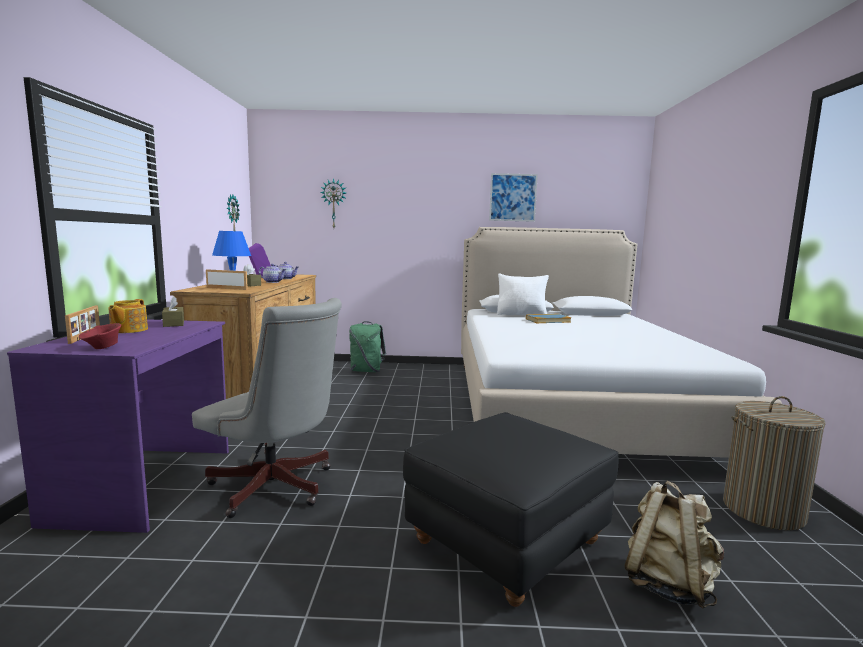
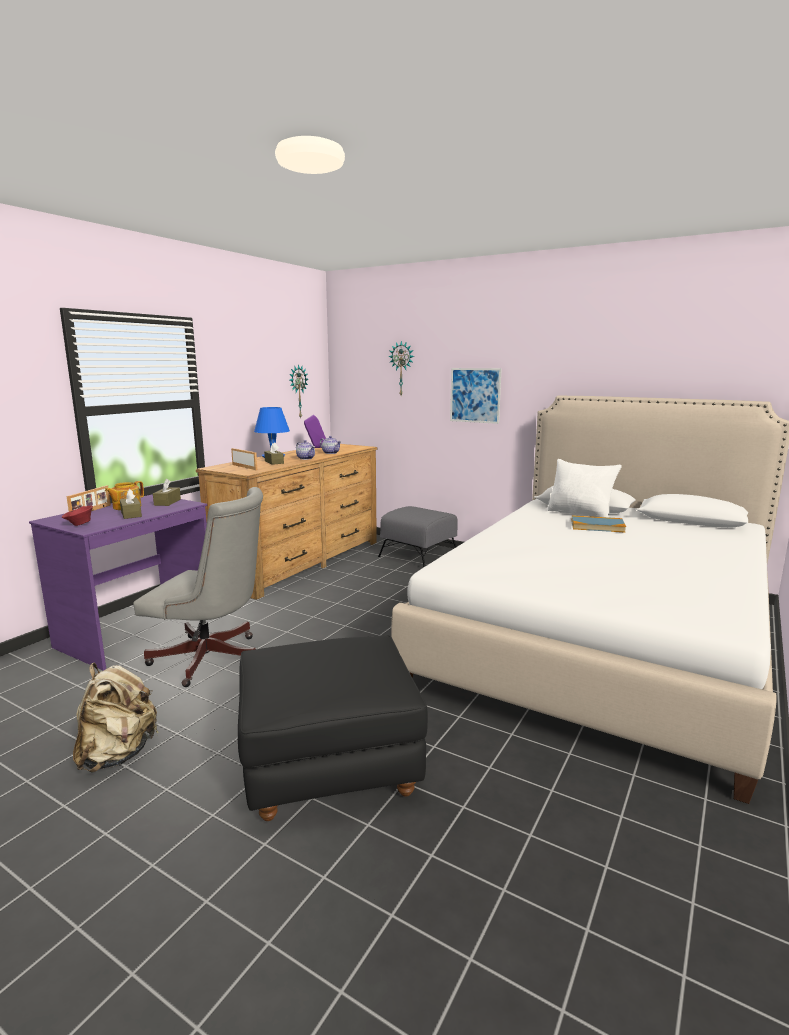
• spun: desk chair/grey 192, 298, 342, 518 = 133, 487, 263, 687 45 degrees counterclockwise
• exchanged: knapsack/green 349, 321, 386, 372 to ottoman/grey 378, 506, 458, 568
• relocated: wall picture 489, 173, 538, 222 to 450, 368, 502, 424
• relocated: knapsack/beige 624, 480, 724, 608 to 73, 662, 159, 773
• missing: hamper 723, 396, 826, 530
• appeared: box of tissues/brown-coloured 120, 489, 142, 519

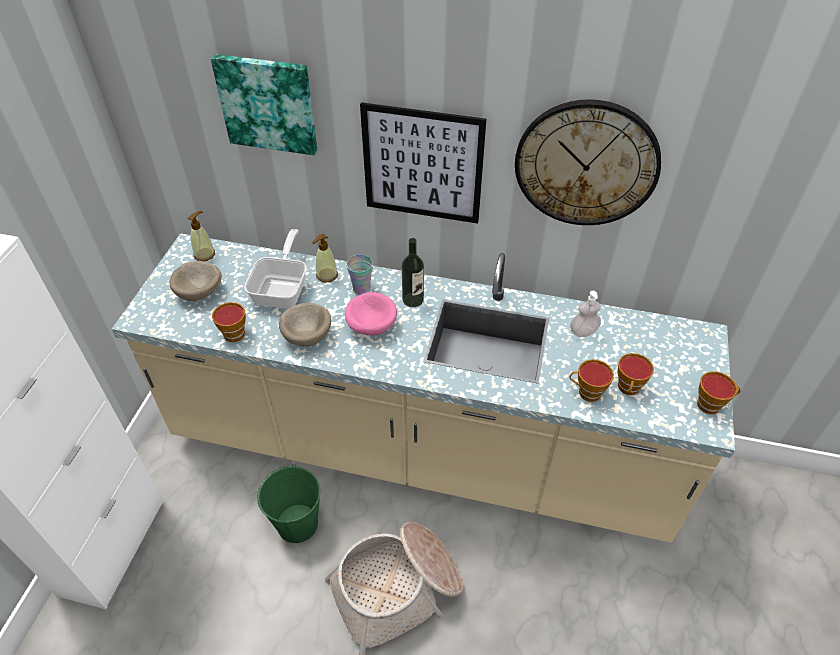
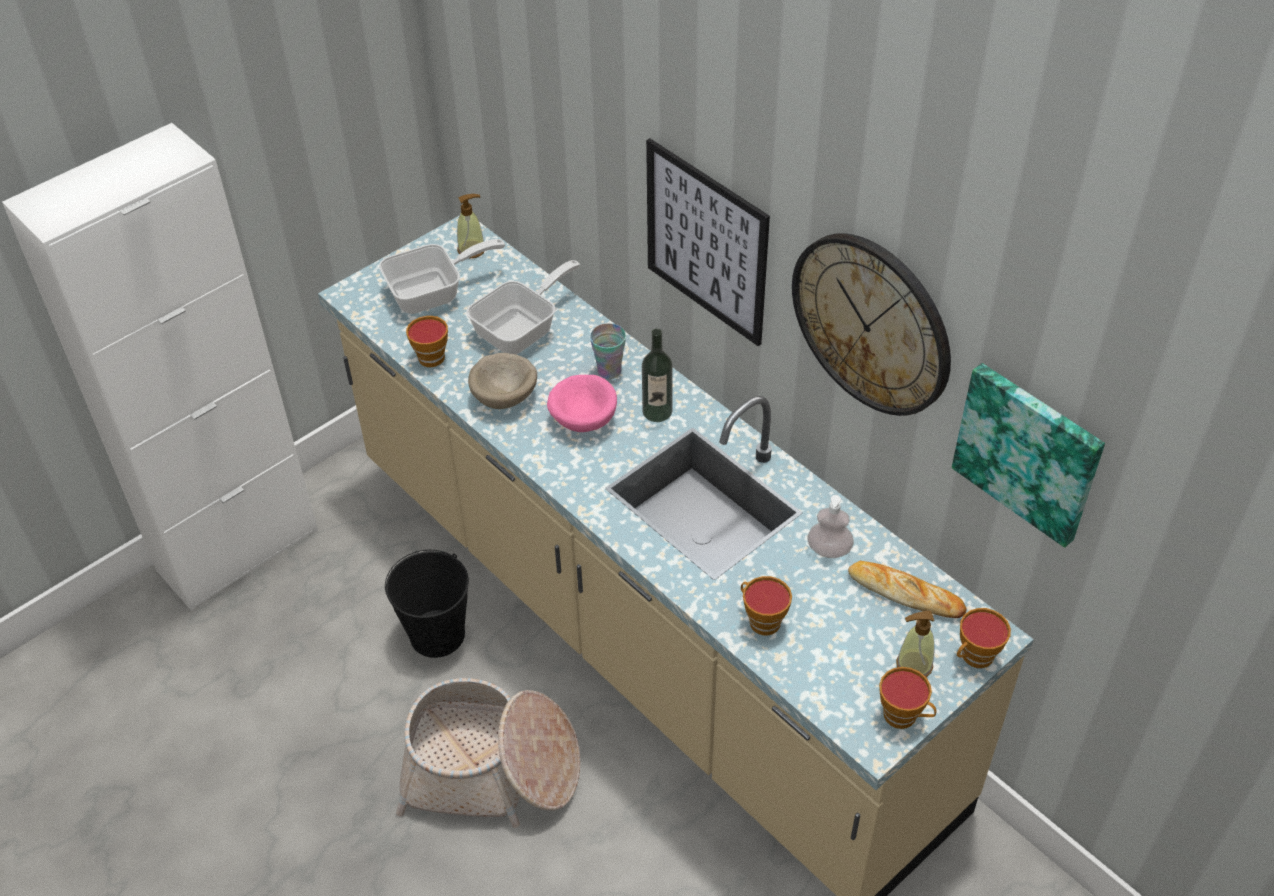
• exchanged: deep dish/beige 170, 261, 222, 301 to pan 379, 239, 505, 314
• relocated: wall picture 211, 54, 317, 155 to 952, 363, 1105, 548
• colour: bucket/green 257, 464, 320, 543 to bucket/blackish 385, 550, 469, 658
• relocated: soap bottle 312, 234, 338, 283 to 896, 611, 934, 677
• relocated: cup 618, 353, 654, 395 to 957, 608, 1011, 668
• appeared: bakery bread 848, 561, 967, 618

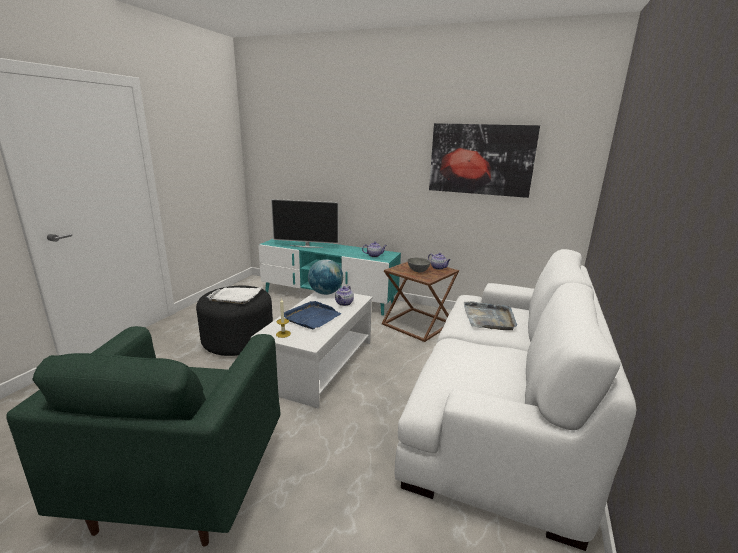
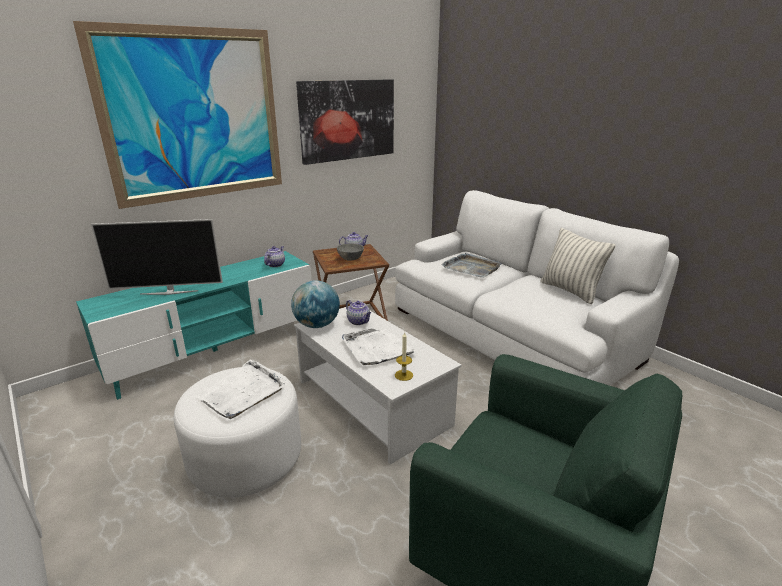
• colour: ottoman/blackish 196, 286, 273, 356 to ottoman/white 174, 367, 301, 498
• spun: TV 271, 199, 339, 248 = 91, 219, 223, 295 45 degrees clockwise
• colour: serving tray/blue 284, 301, 342, 329 to serving tray/white 342, 329, 416, 365
• appeared: wall picture 73, 21, 282, 209
• appeared: cushion 541, 228, 615, 304

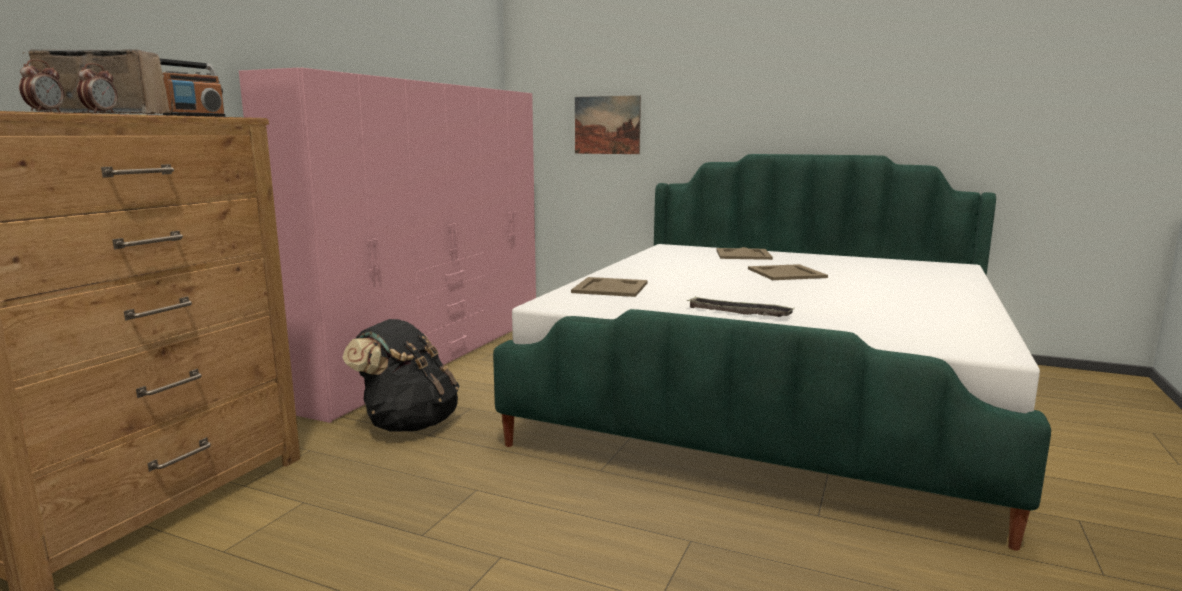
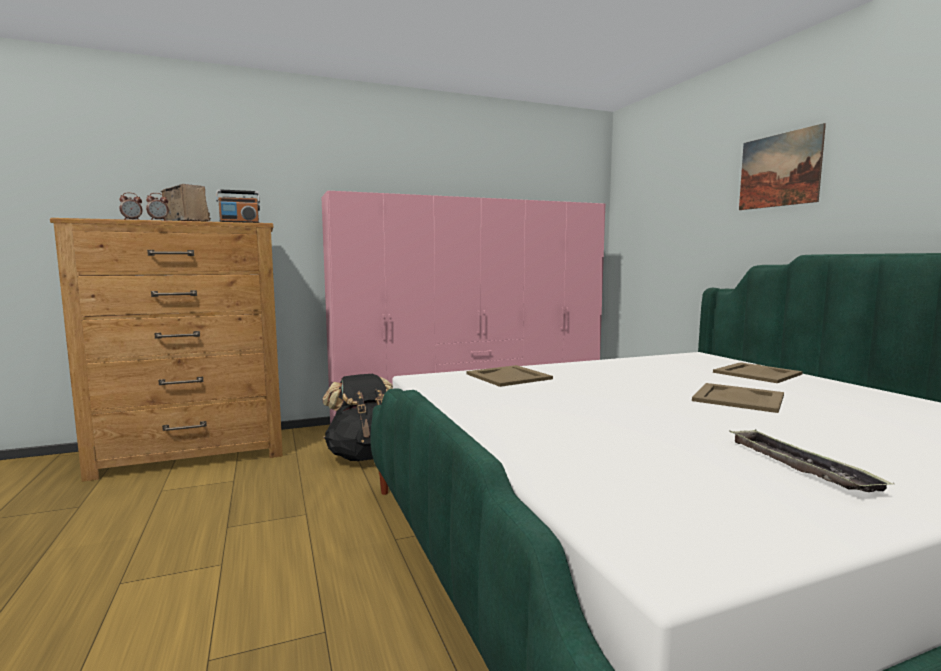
• relocated: wall picture 575, 95, 641, 154 to 739, 123, 826, 210
• relocated: serving tray 687, 297, 795, 317 to 729, 429, 894, 492

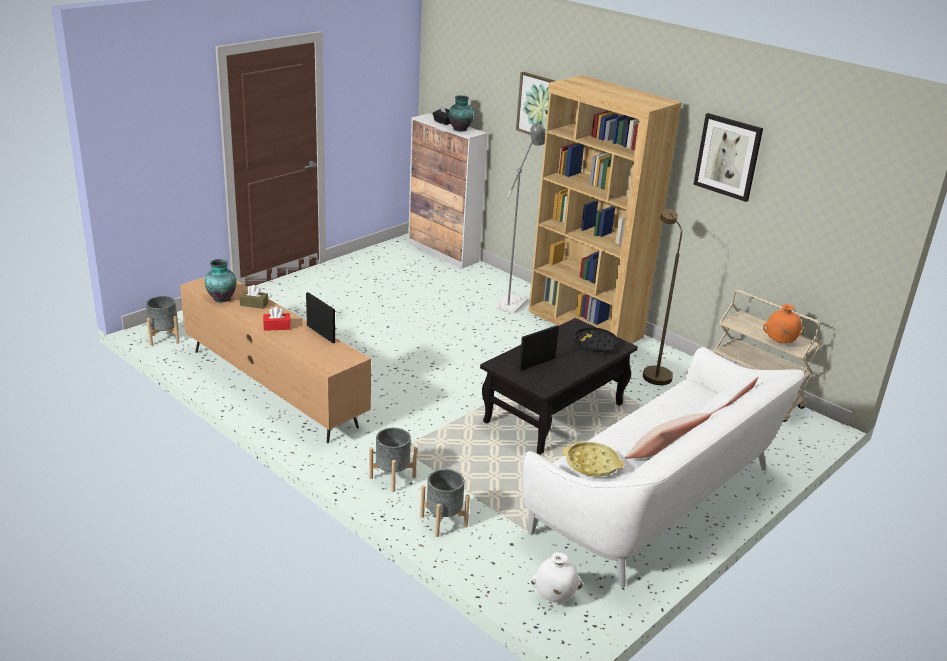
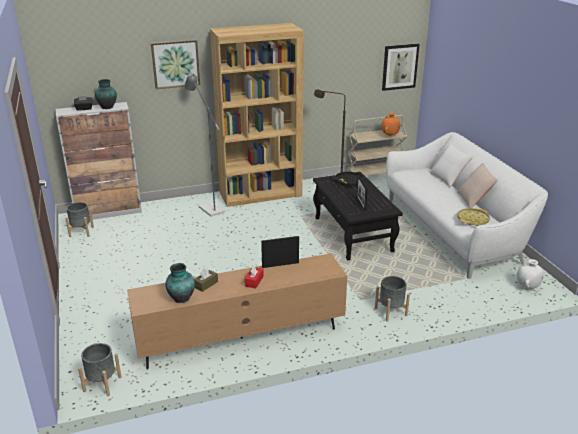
• relocated: planter/grey 420, 469, 470, 537 to 65, 202, 94, 237
• relocated: wall picture 693, 113, 763, 202 to 382, 44, 420, 91

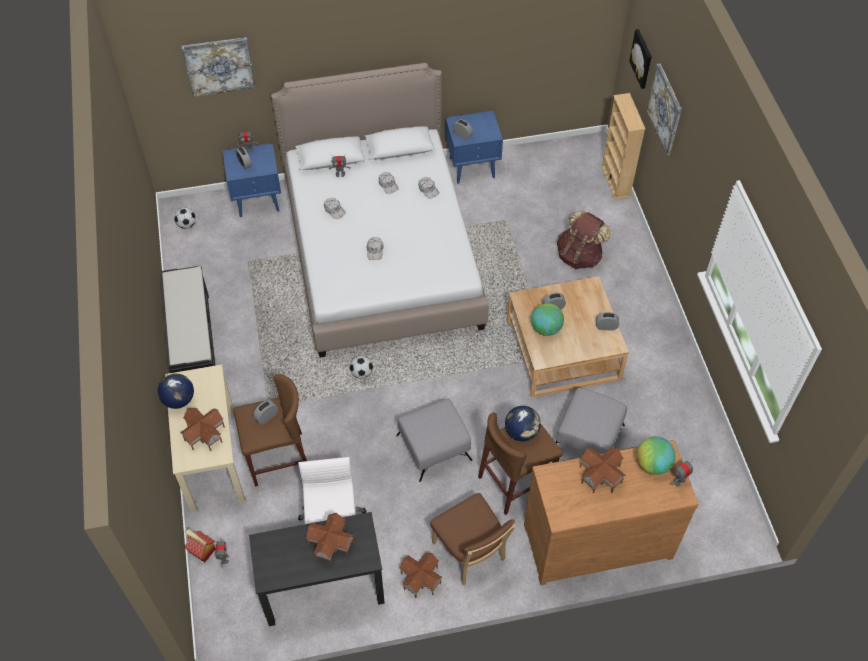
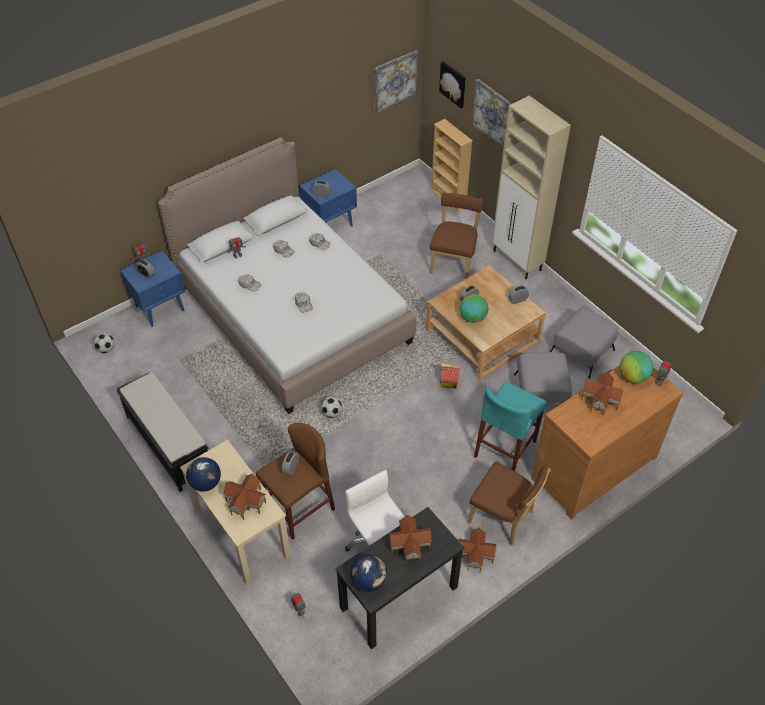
• relocated: wall picture 181, 37, 256, 97 to 374, 50, 418, 114
• relocated: model house 185, 529, 215, 562 to 440, 363, 460, 388
• relocated: ottoman/grey 396, 398, 472, 482 to 550, 307, 618, 379
• colour: stool/brown-coloured 478, 413, 562, 515 to stool/turquoise 474, 382, 547, 471
• relocated: globe 505, 406, 541, 441 to 350, 554, 387, 592
• exchanged: knapsack/brown-coloured 557, 210, 611, 269 to plain chair/brown-coloured 430, 193, 483, 279
• appeared: cabinet/beige 492, 96, 571, 279

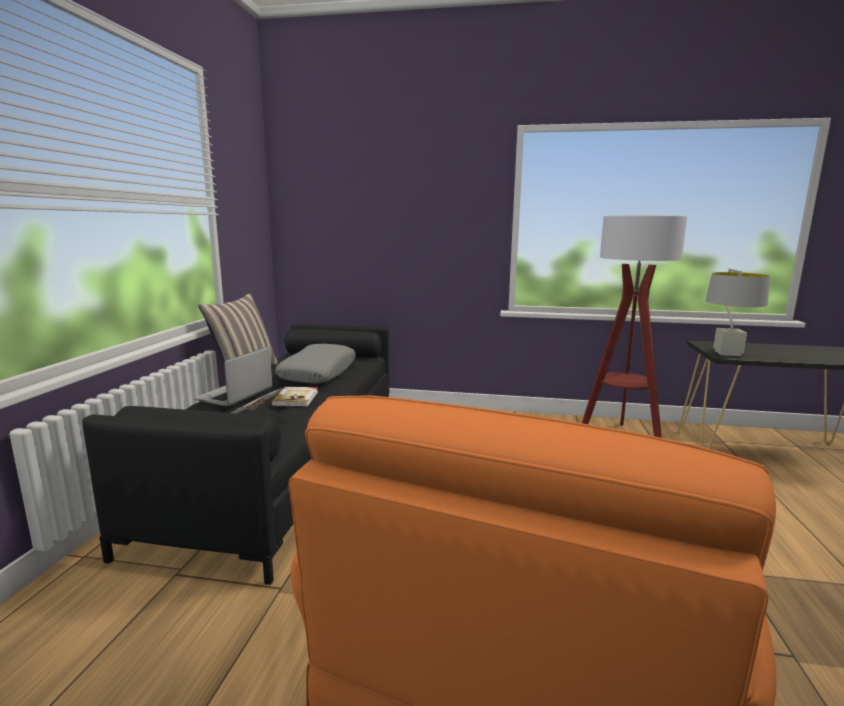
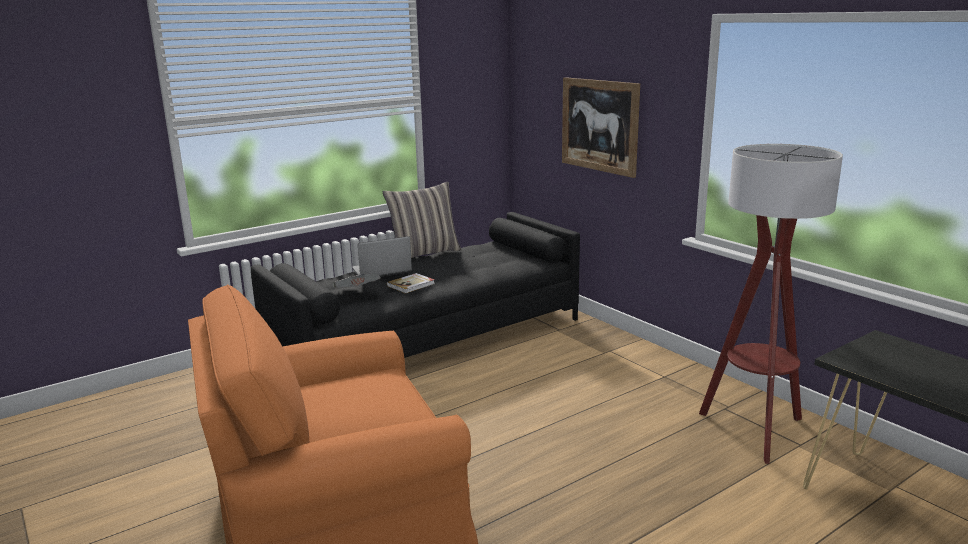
• missing: cushion/grey 275, 344, 356, 384
• missing: tabletop lamp/grey 706, 269, 770, 356
• appeared: wall picture 562, 77, 640, 178

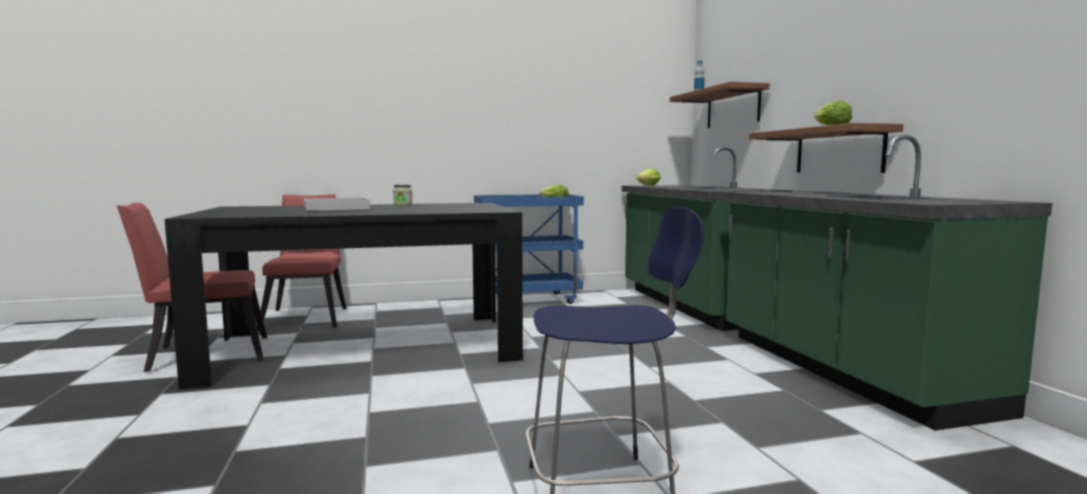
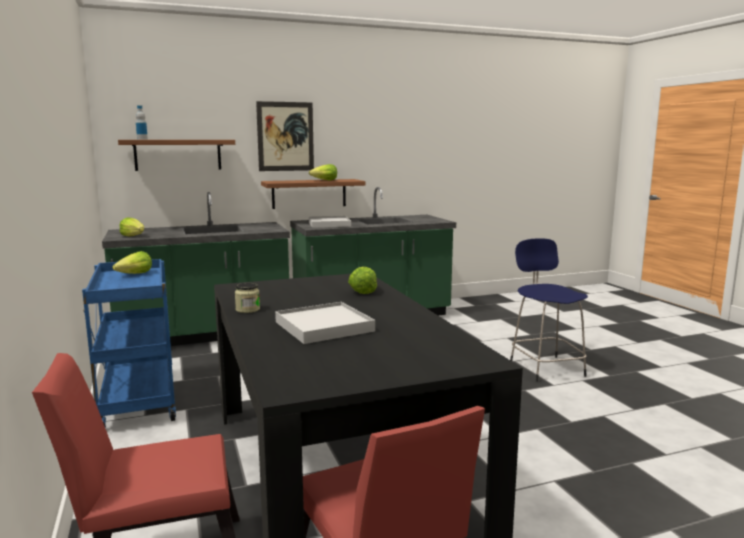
• appeared: wall picture 256, 101, 314, 171
• appeared: serving tray/white 309, 216, 351, 228
• appeared: head of lettuce 348, 267, 377, 294

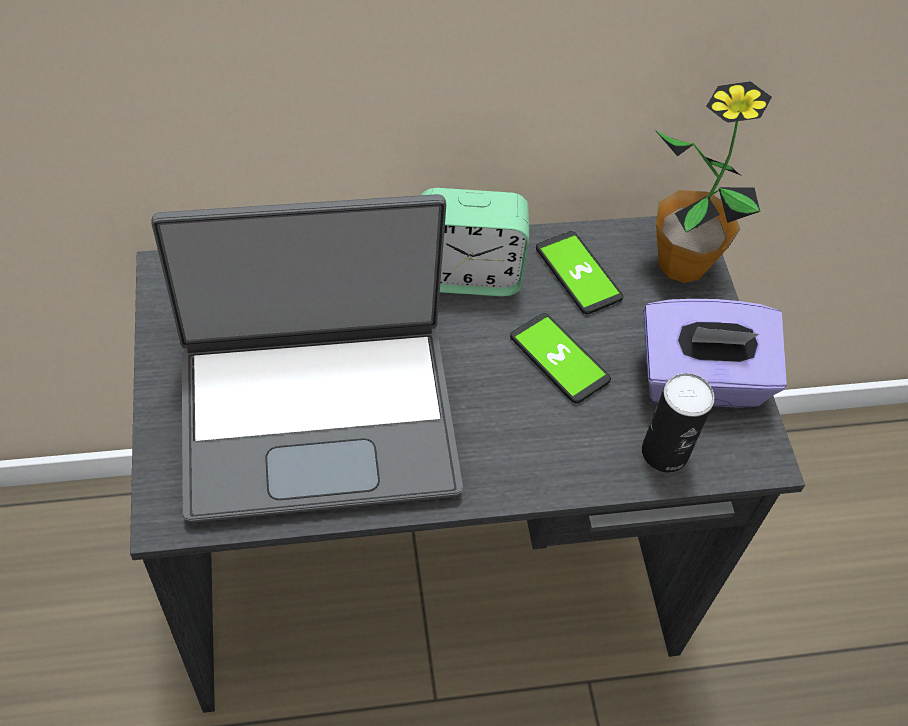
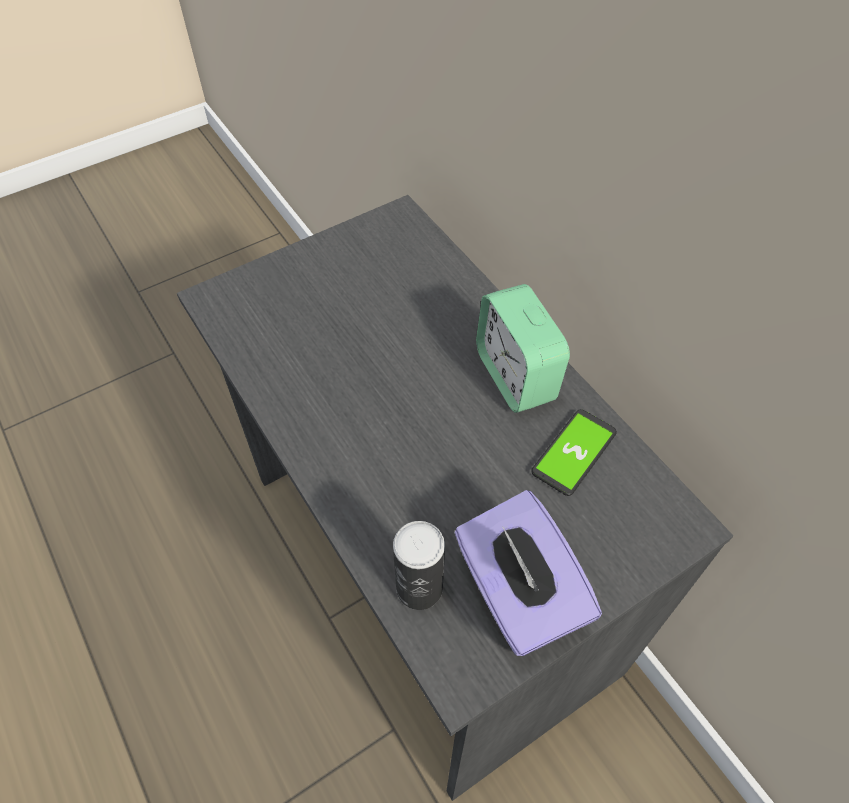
• missing: notebook computer 152, 194, 463, 523
• missing: phone 510, 313, 611, 403
• missing: plant in a pot 655, 81, 772, 283

